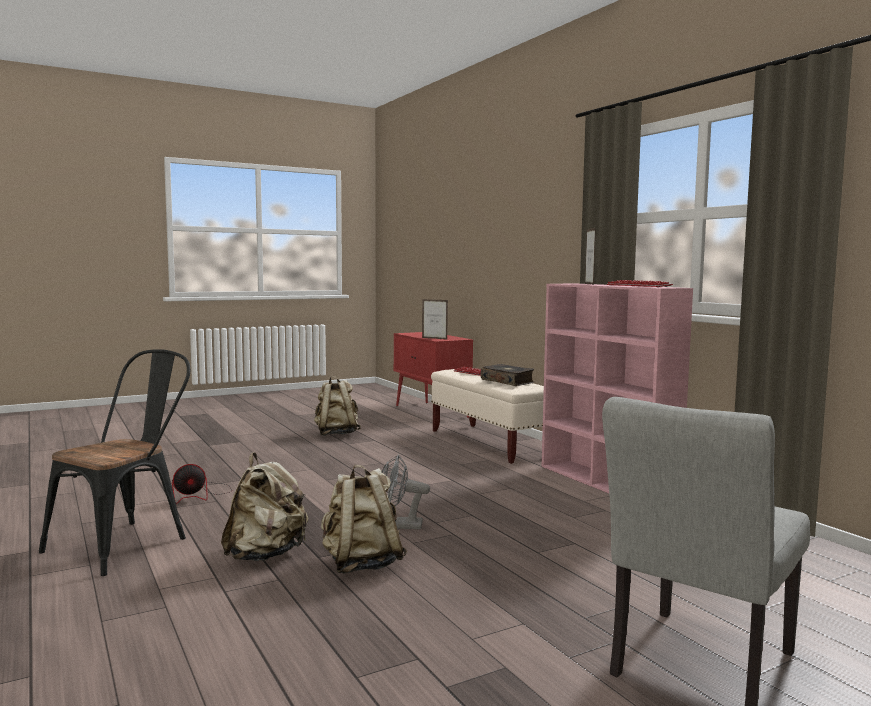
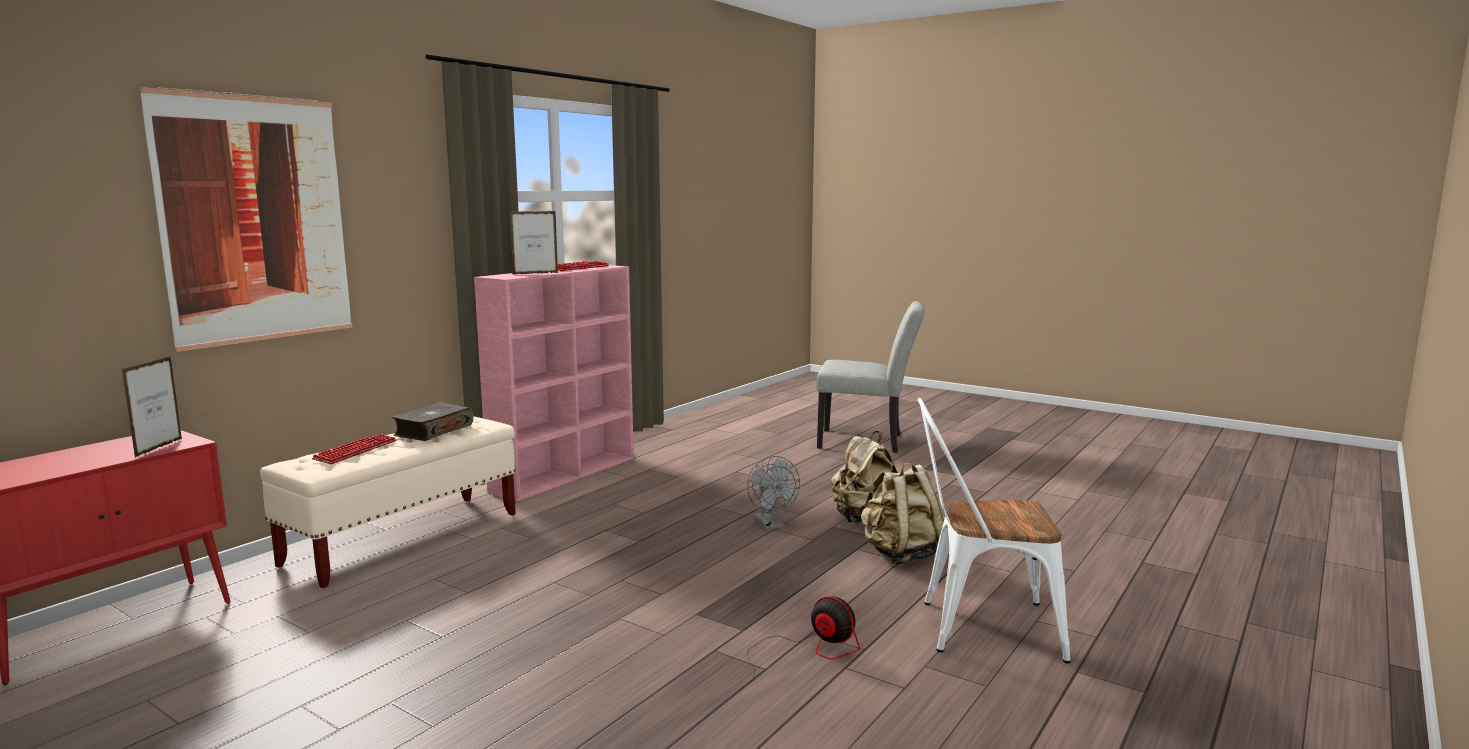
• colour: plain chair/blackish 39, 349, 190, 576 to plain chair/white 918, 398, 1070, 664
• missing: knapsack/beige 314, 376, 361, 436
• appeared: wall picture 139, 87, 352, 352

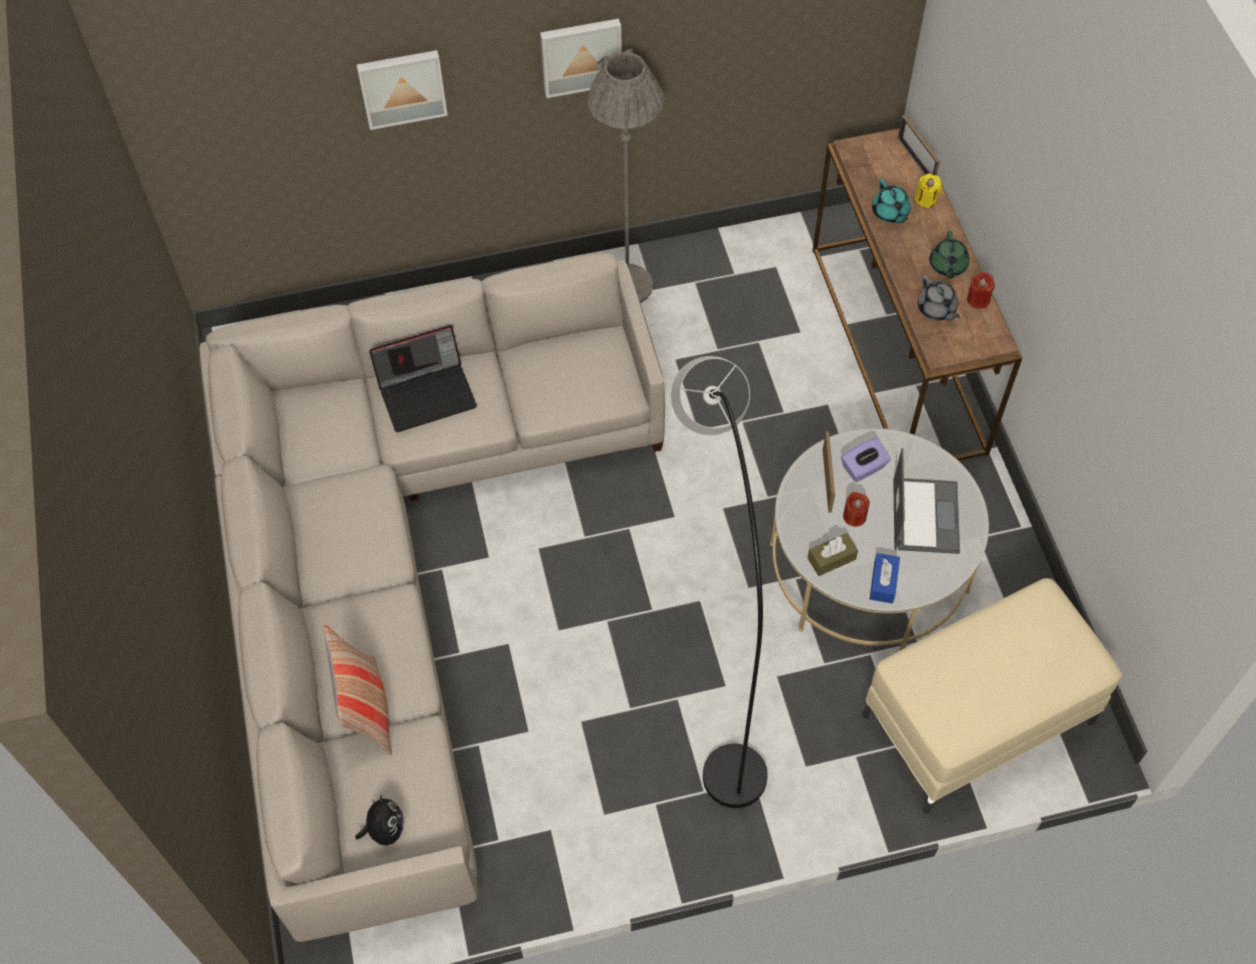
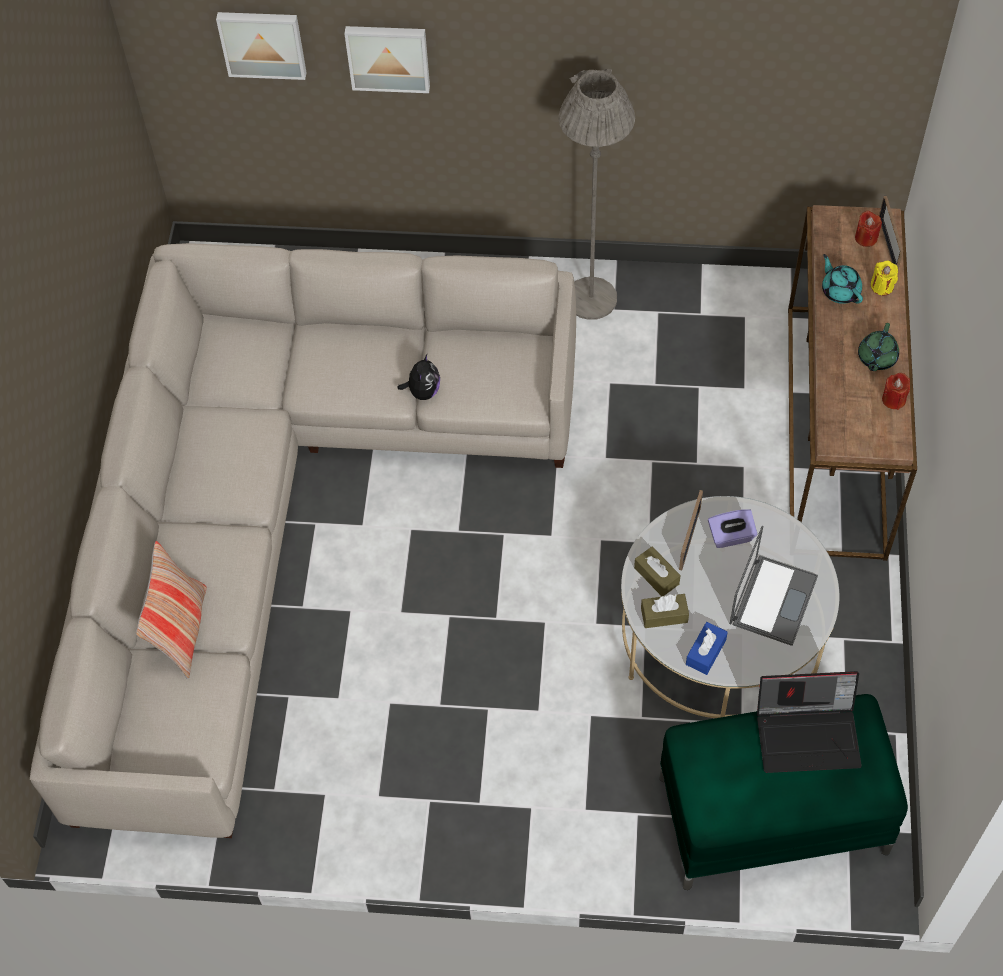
• relocated: plush toy 355, 794, 404, 846 to 397, 354, 440, 400
• relocated: notebook computer 369, 325, 477, 432 to 757, 671, 862, 773
• relocated: wall picture 540, 19, 622, 98 to 216, 12, 306, 80
• missing: floor lamp/blackish 671, 356, 768, 808
• relocated: candle/reddish 843, 492, 870, 527 to 855, 211, 882, 247
• colour: ottoman/beige 863, 578, 1122, 813 to ottoman/green 659, 694, 908, 890
• spun: tea pot/turquoise 872, 179, 911, 223 = 822, 254, 863, 304 150 degrees clockwise
• missing: tea pot/grey 918, 275, 960, 321
• appeared: box of tissues/brown-coloured 634, 547, 681, 596

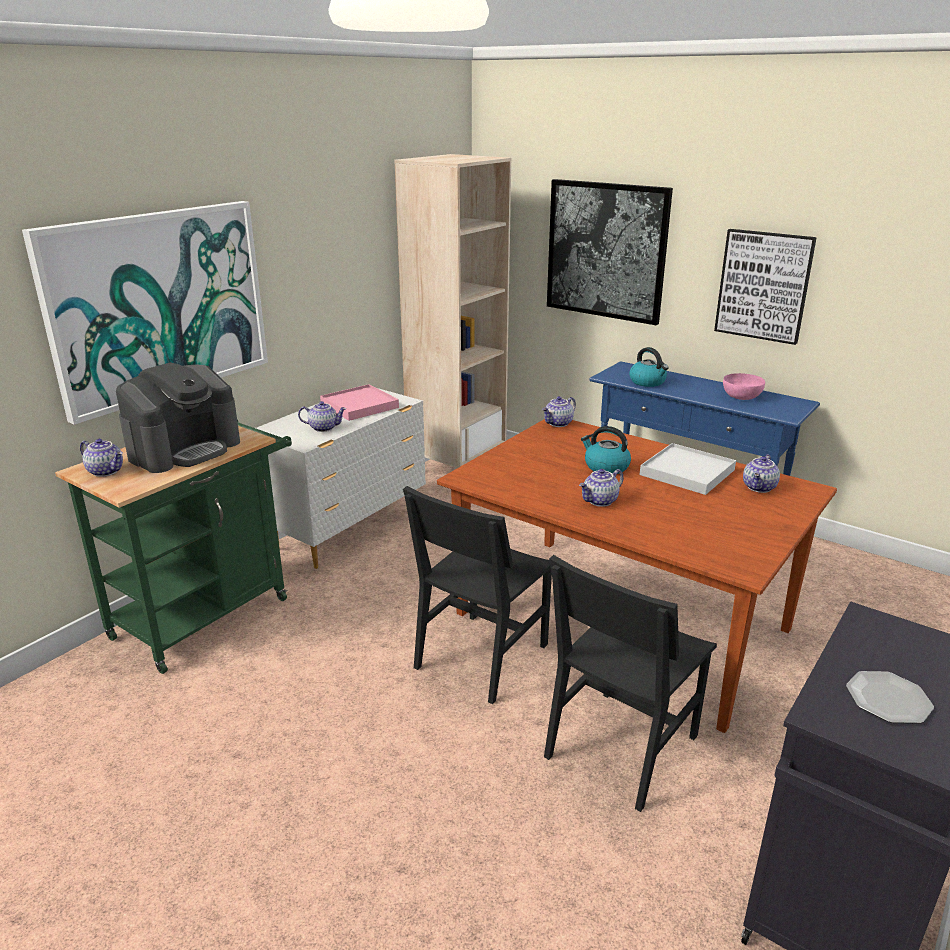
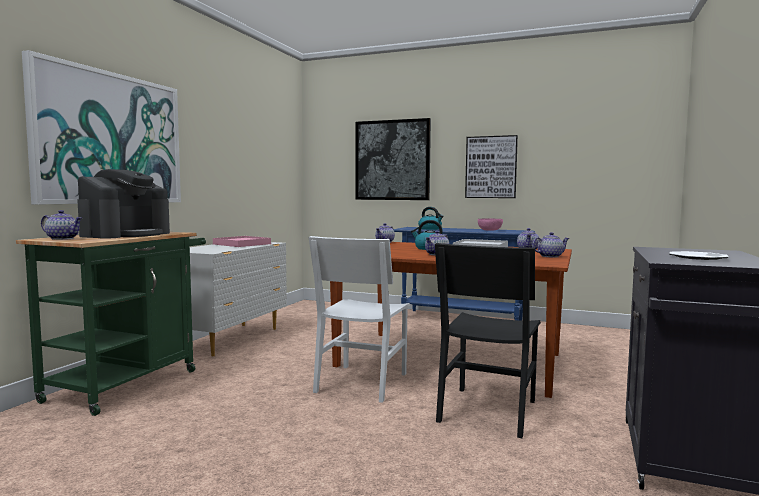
• relocated: tea pot 298, 401, 346, 432 to 532, 232, 569, 258
• missing: bookshelf/beige 395, 154, 511, 470
• colour: plain chair/blackish 403, 486, 552, 704 to plain chair/white 308, 236, 410, 403

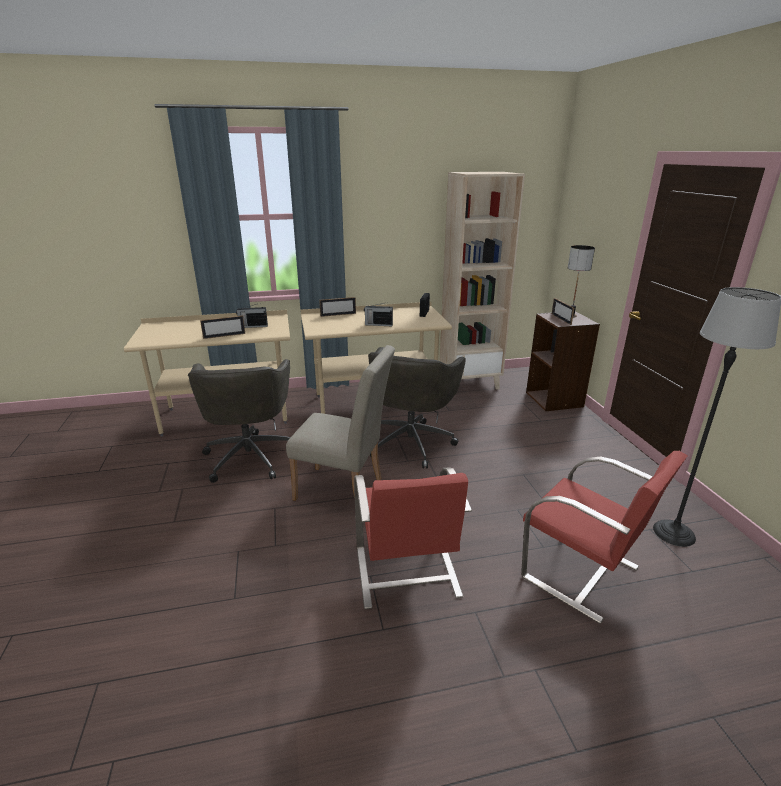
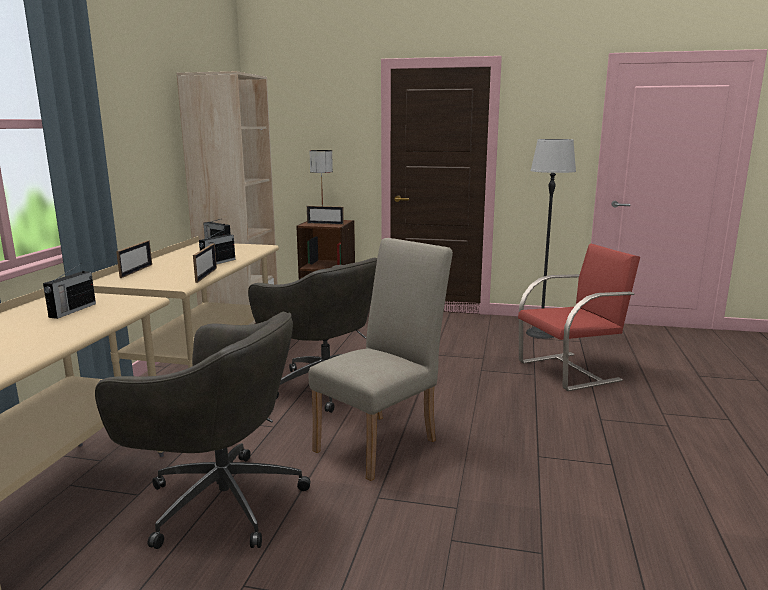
• relocated: picture frame 200, 315, 245, 339 to 193, 243, 217, 283
• missing: plain chair/reddish 354, 467, 472, 609

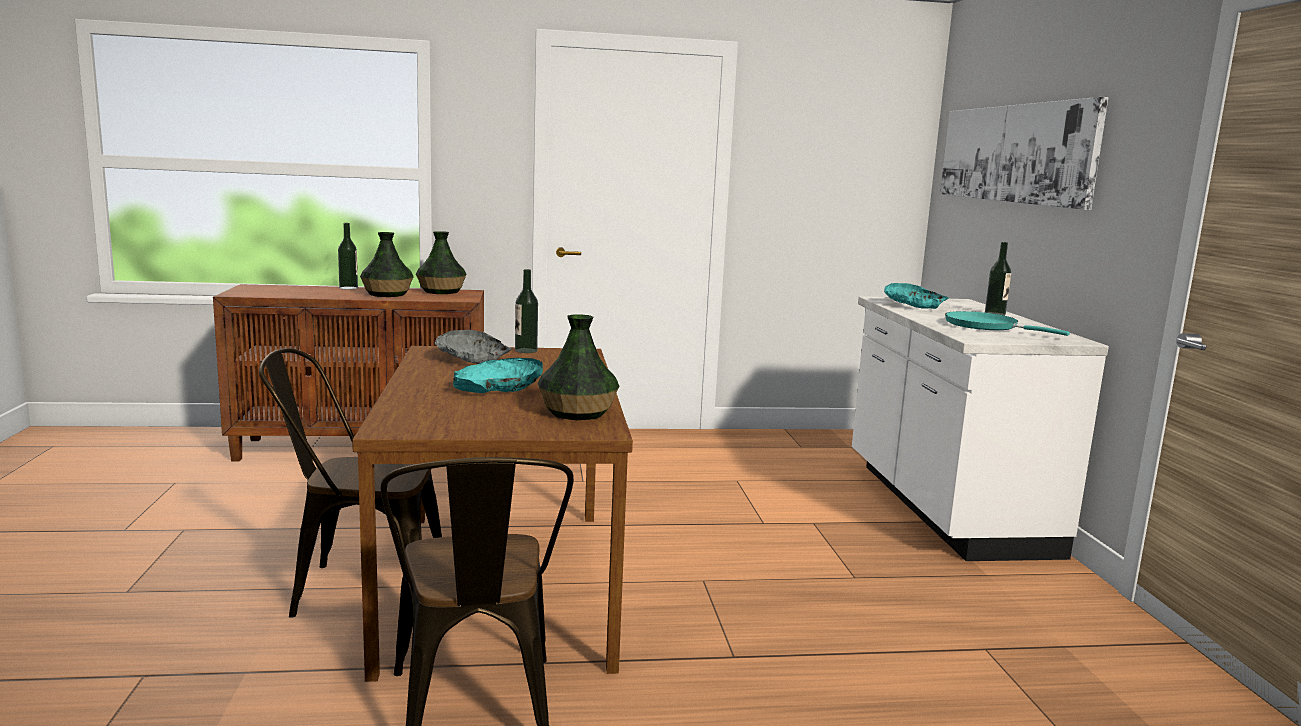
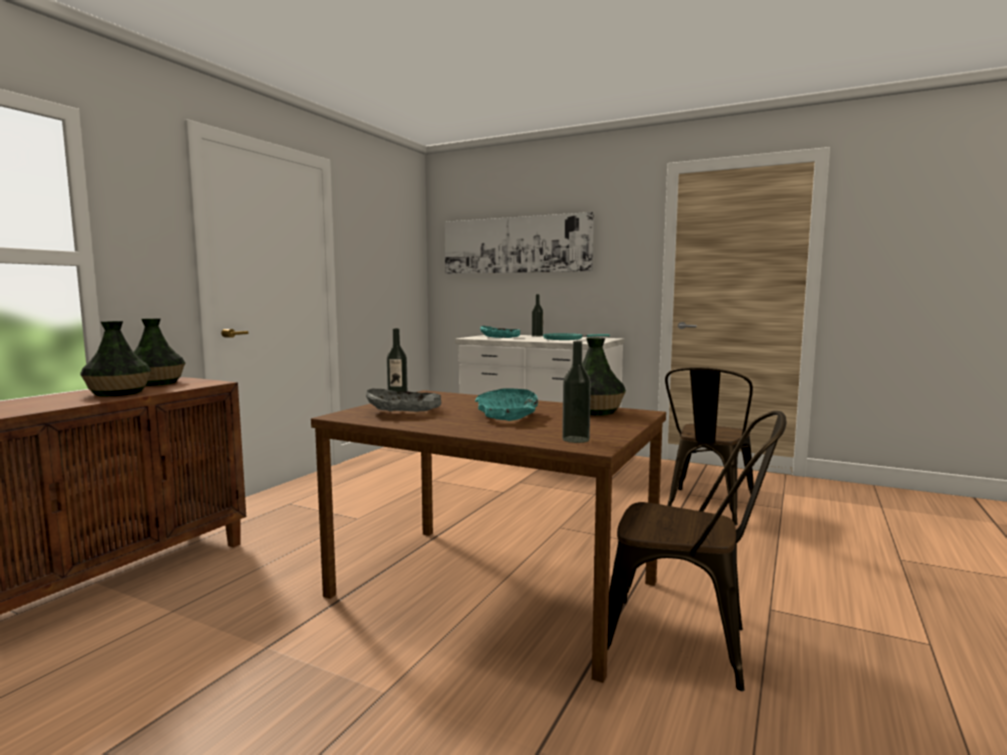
• relocated: plain chair/brown-coloured 259, 348, 442, 618 to 665, 367, 754, 525
• relocated: bottle 338, 223, 358, 289 to 562, 341, 591, 443

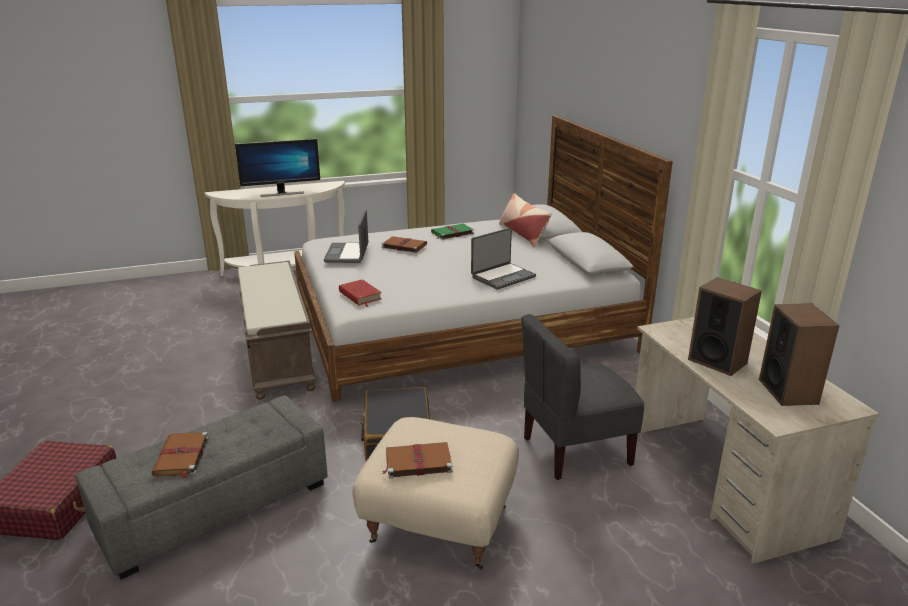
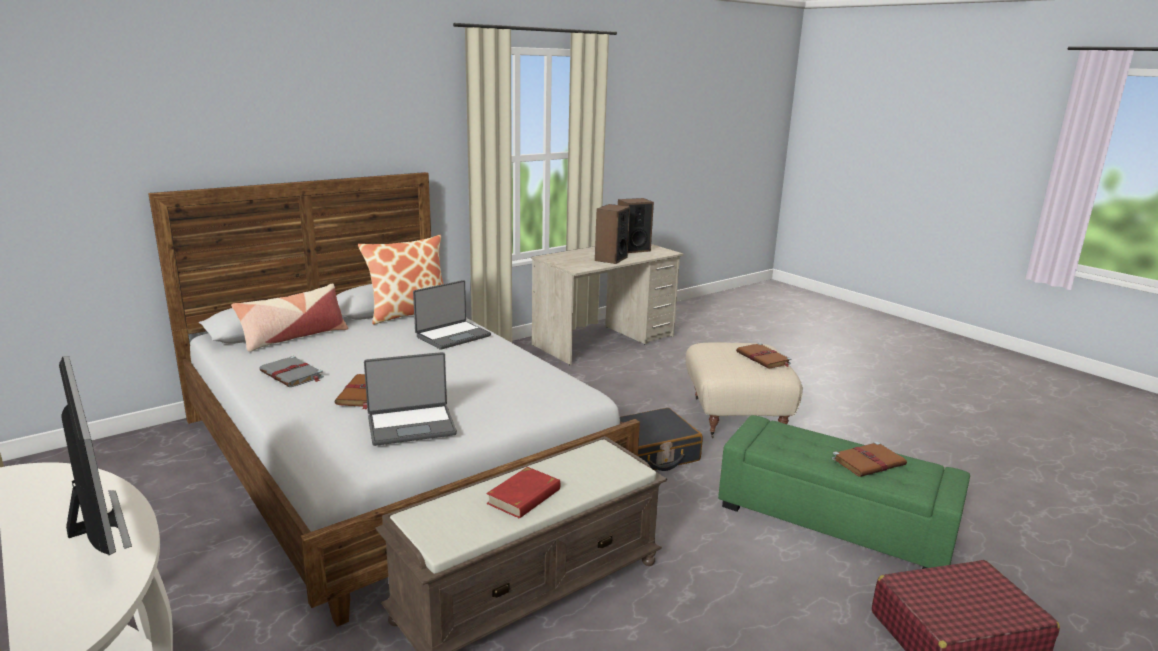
• colour: ottoman/grey 76, 395, 328, 579 to ottoman/green 718, 415, 970, 569
• relocated: book/reddish 339, 279, 382, 307 to 486, 467, 560, 519
• colour: book/green 431, 224, 474, 240 to book/grey 259, 356, 324, 387
• spun: notebook computer 471, 228, 536, 290 = 413, 280, 491, 350 105 degrees clockwise
• missing: plain chair/grey 521, 314, 645, 480
• appeared: cushion 358, 235, 444, 325

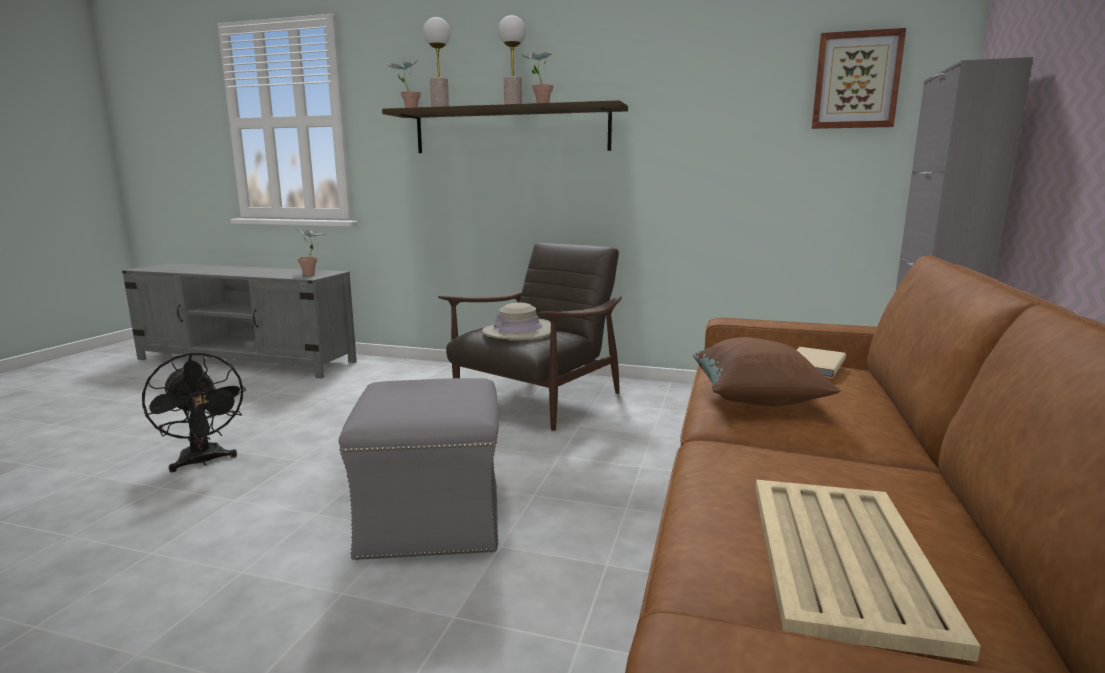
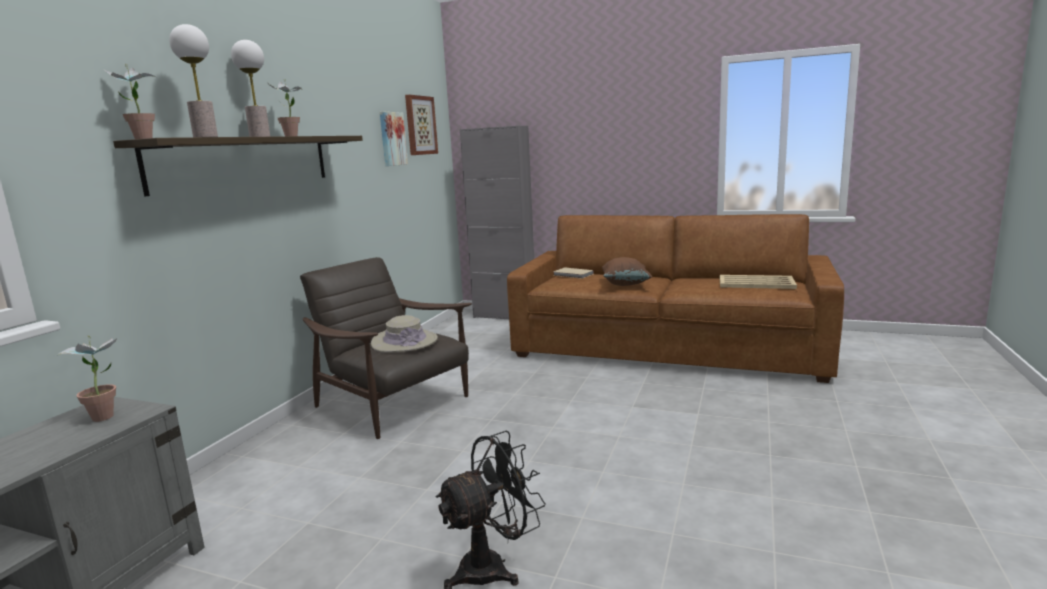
• missing: ottoman/grey 339, 378, 499, 560
• appeared: wall picture 380, 112, 408, 166

